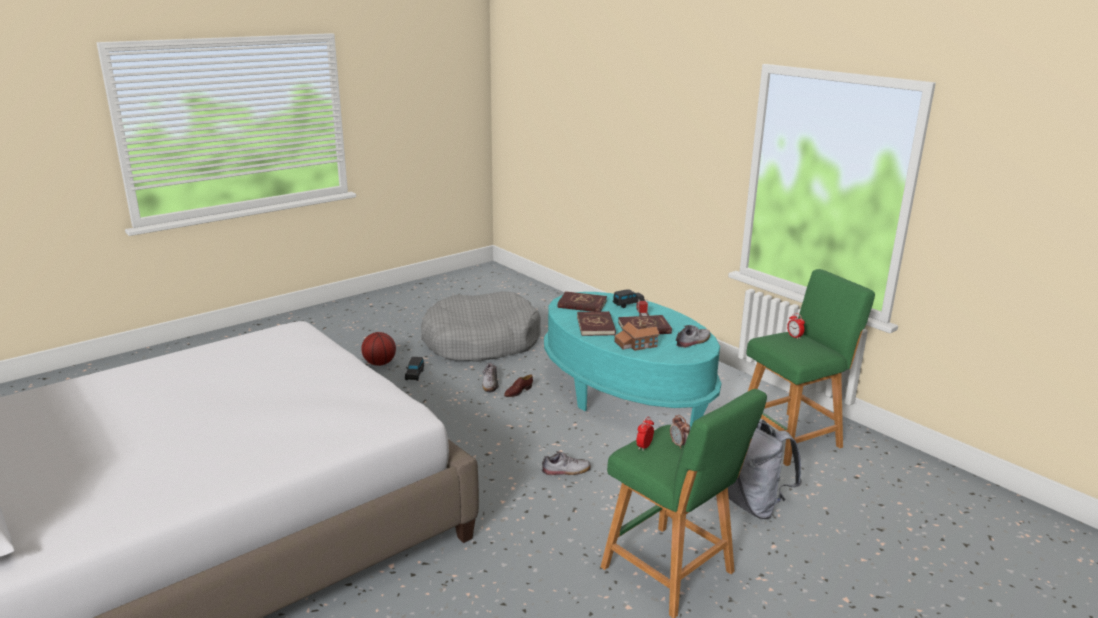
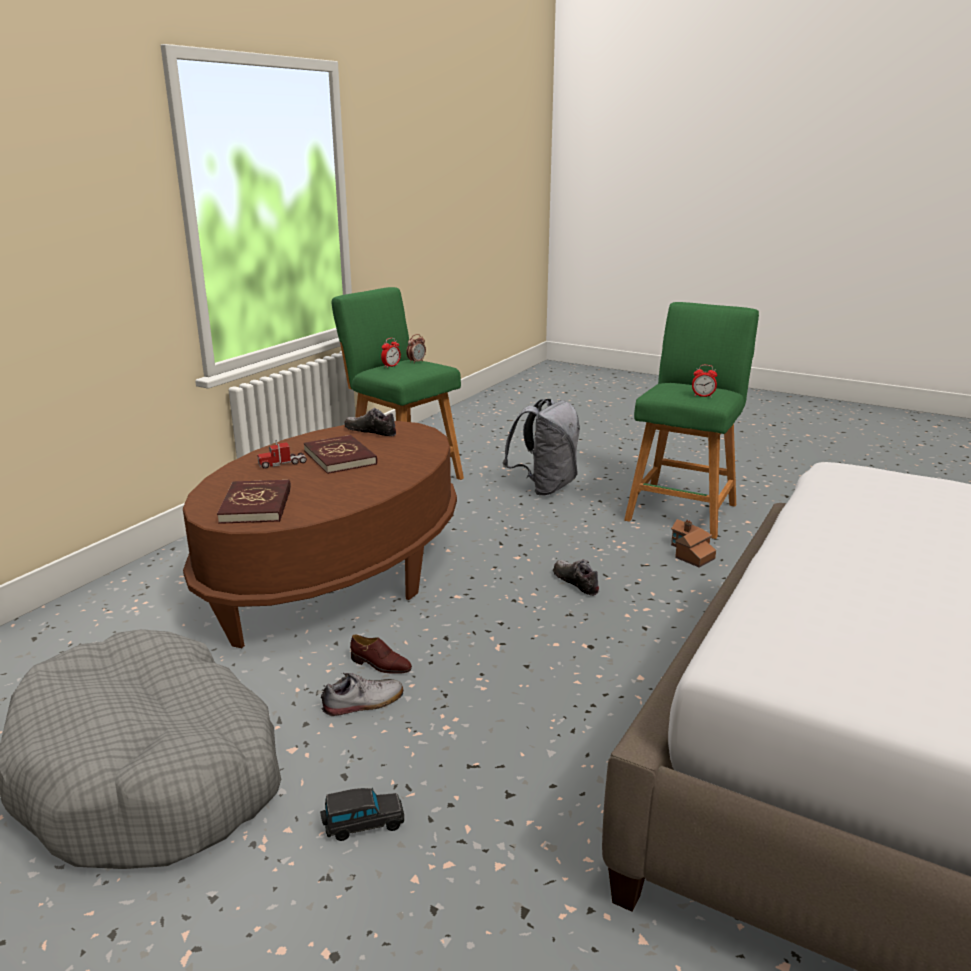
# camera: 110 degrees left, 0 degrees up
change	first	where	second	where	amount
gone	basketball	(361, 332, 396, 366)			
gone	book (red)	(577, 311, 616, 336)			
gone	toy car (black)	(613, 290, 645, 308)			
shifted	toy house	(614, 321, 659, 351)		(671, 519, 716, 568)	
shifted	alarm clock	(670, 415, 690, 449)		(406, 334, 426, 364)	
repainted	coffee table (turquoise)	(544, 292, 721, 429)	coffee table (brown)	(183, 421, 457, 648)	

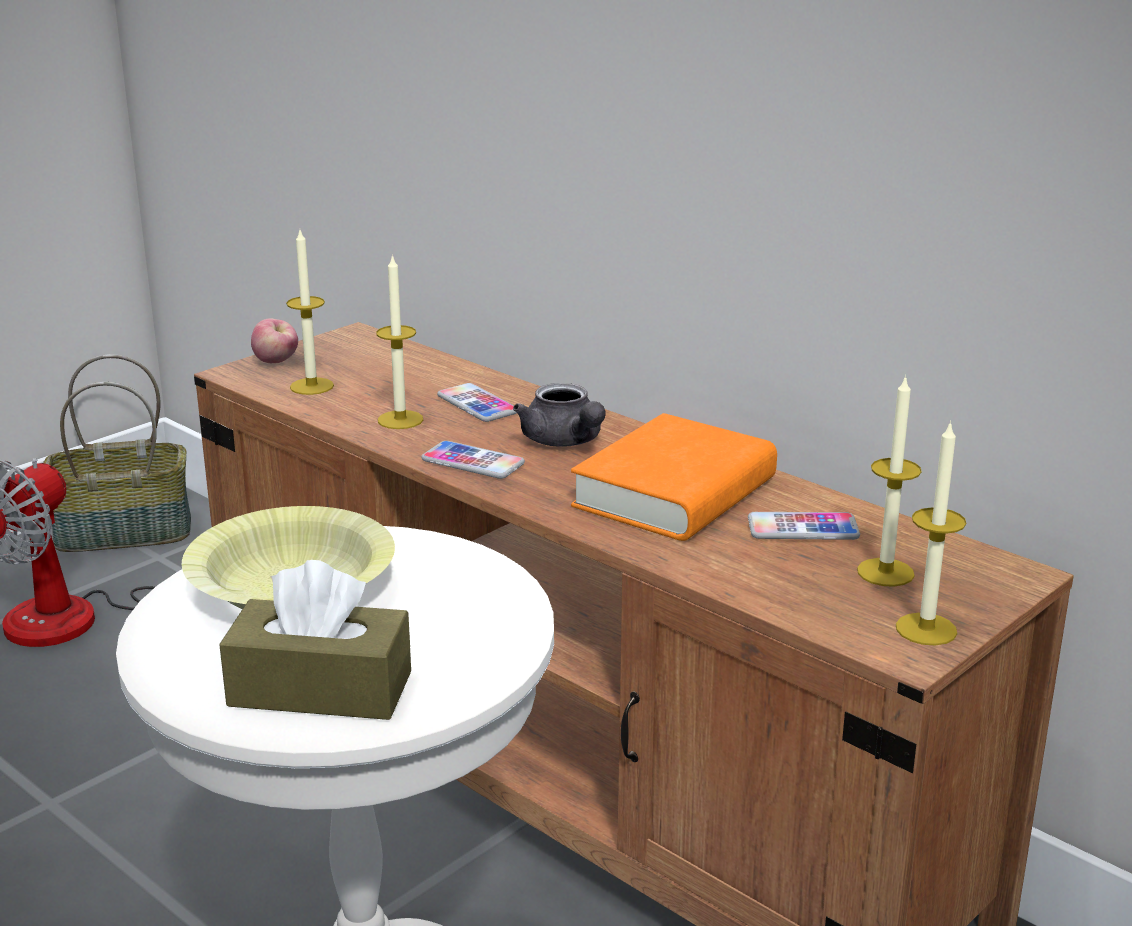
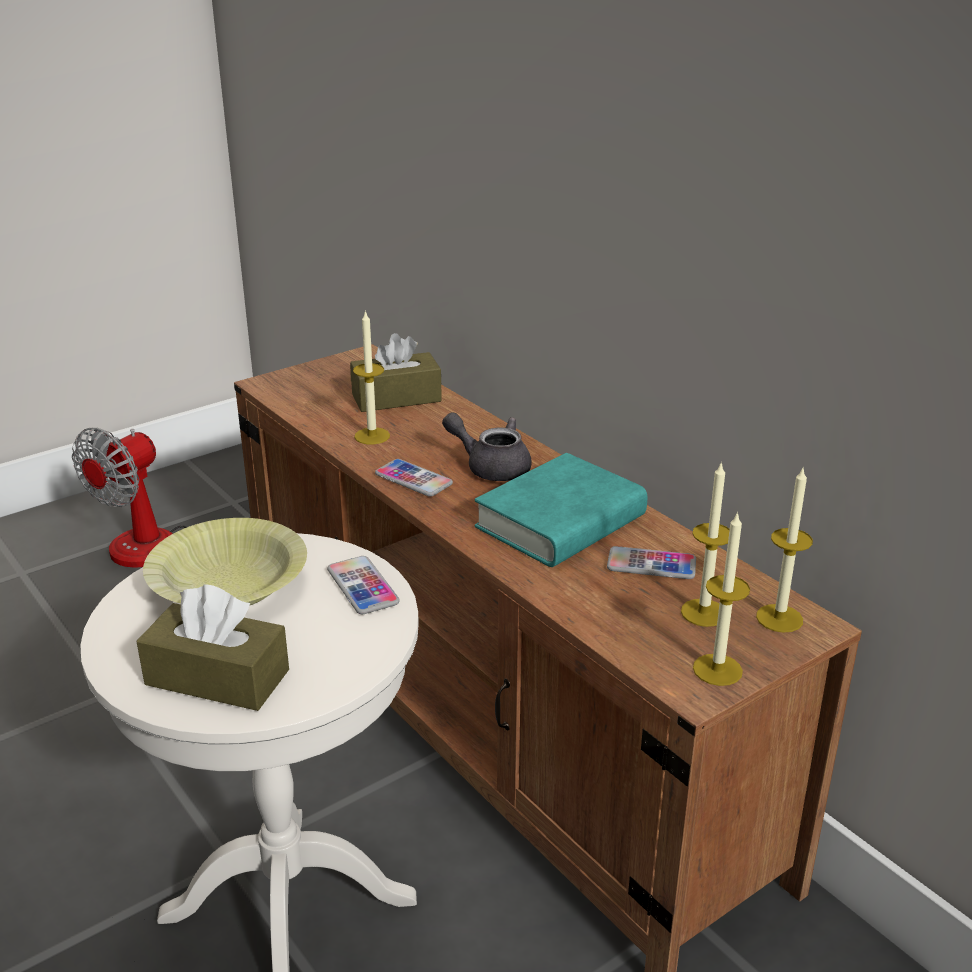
# camera: 10 degrees right, 5 degrees up
change	first	where	second	where	amount
gone	basket	(43, 354, 191, 552)			
gone	apple	(251, 318, 298, 363)			
new			tissue box (brown)	(350, 333, 442, 412)	
shifted	candle	(286, 230, 334, 395)		(756, 466, 813, 633)	
shifted	phone	(437, 383, 517, 422)		(327, 556, 400, 614)	
repainted	book (orange)	(571, 413, 777, 541)	book (turquoise)	(474, 453, 647, 567)	
rotated	teapot (grey)	(513, 383, 606, 447)		(442, 412, 532, 481)	135 degrees clockwise

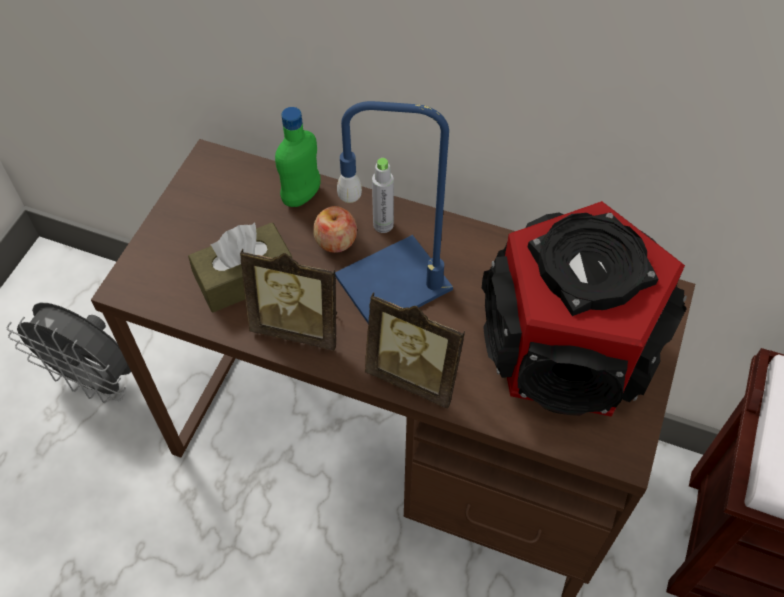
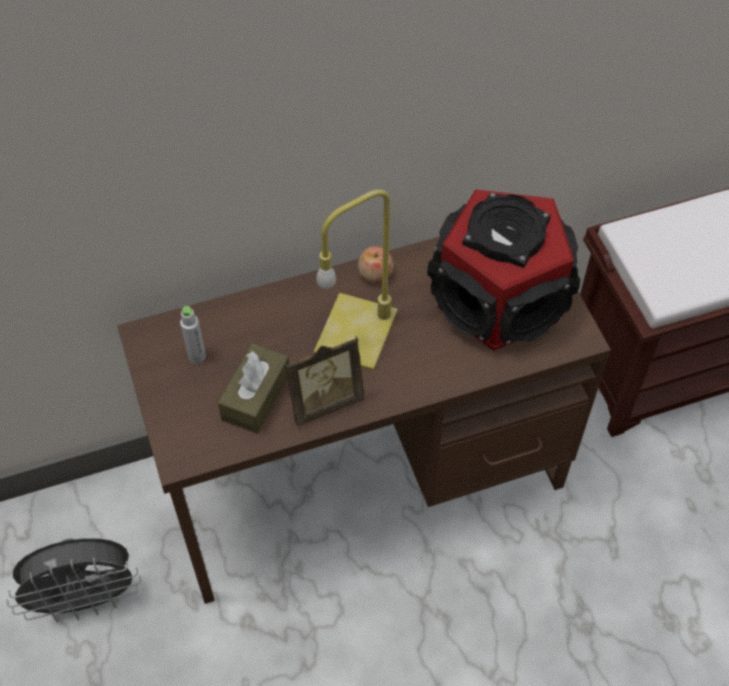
# camera: 40 degrees left, 0 degrees up
change	first	where	second	where	amount
gone	bottle (green)	(275, 107, 320, 207)			
gone	picture frame	(365, 292, 465, 409)			
shifted	apple	(313, 206, 357, 253)		(358, 246, 394, 283)	
shifted	bottle (grey)	(372, 158, 394, 233)		(180, 306, 206, 364)	
repainted	table lamp (blue)	(335, 101, 453, 323)	table lamp (yellow)	(314, 190, 398, 371)	

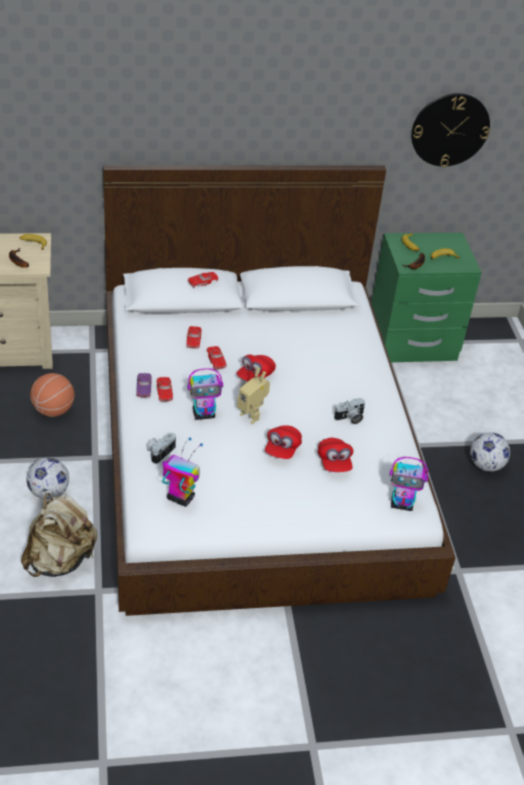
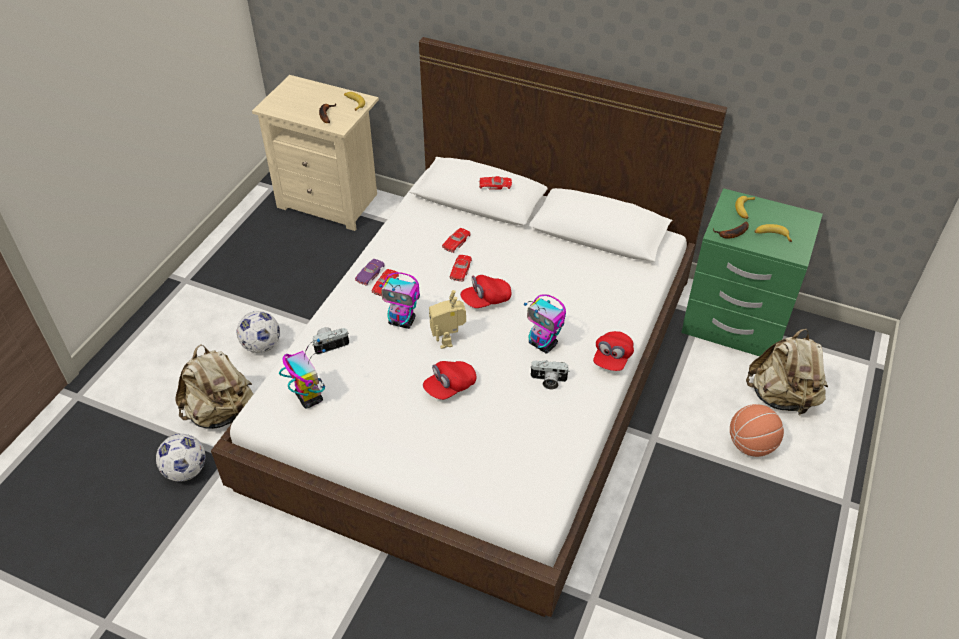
# camera: 35 degrees right, 5 degrees up
change	first	where	second	where	amount
gone	wall clock	(411, 93, 490, 167)			
new			backpack (beige)	(746, 329, 828, 417)	
shifted	basketball	(30, 373, 74, 417)		(730, 404, 784, 457)	
shifted	cap (red)	(318, 438, 353, 472)		(593, 331, 634, 371)	
shifted	toy robot	(390, 457, 428, 511)		(524, 294, 566, 353)	
shifted	football	(470, 432, 510, 472)		(156, 434, 206, 482)	

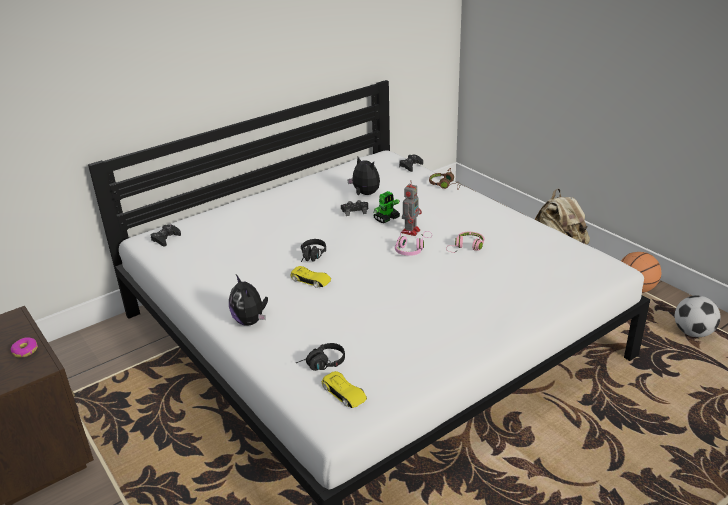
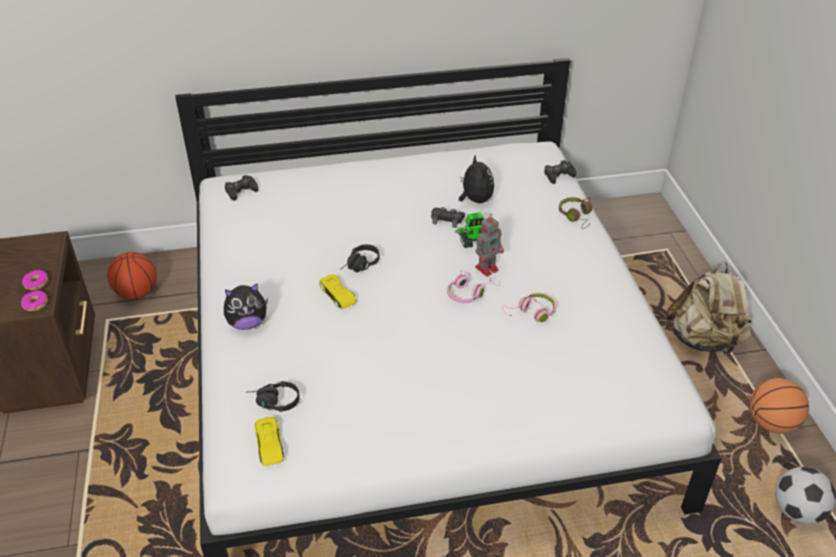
# camera: 25 degrees right, 10 degrees up
change	first	where	second	where	amount
new			donut	(21, 291, 48, 311)	
new			basketball	(107, 252, 157, 299)	
rotated	plush toy	(229, 275, 268, 326)		(224, 284, 268, 330)	105 degrees counterclockwise

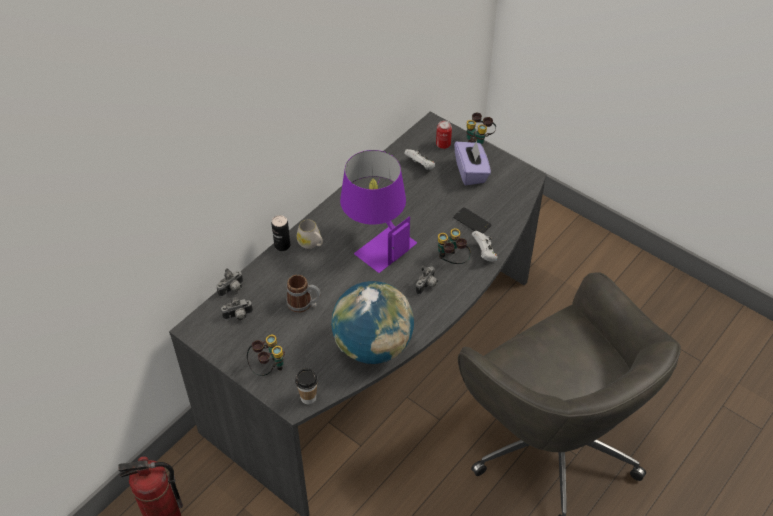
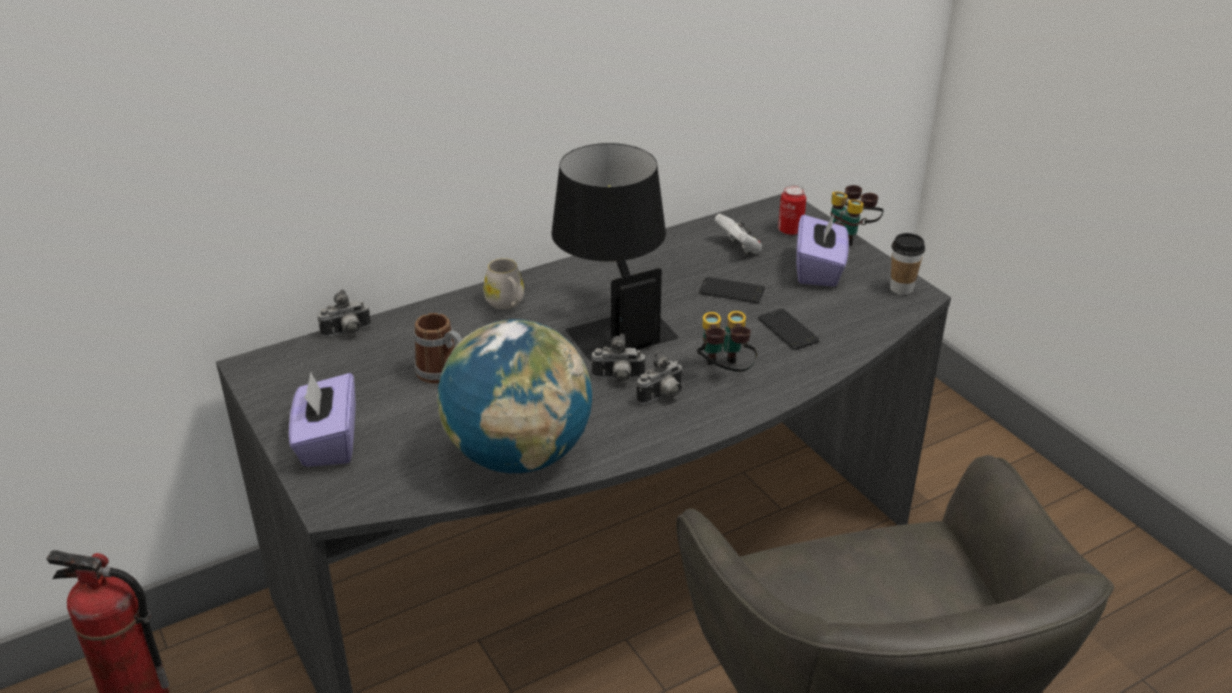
# camera: 20 degrees right, 15 degrees down
change	first	where	second	where	amount
gone	can	(272, 215, 290, 251)			
gone	game controller (white)	(472, 231, 498, 262)			
new			phone	(699, 277, 765, 303)	
shifted	photo camera	(221, 294, 253, 321)		(591, 334, 646, 382)	
shifted	cup	(295, 368, 318, 404)		(890, 233, 925, 295)	
swapped	binoculars	(247, 335, 285, 376)	tissue box (purple)	(289, 372, 356, 467)	
repainted	table lamp (purple)	(340, 150, 417, 273)	table lamp (black)	(551, 143, 678, 362)	

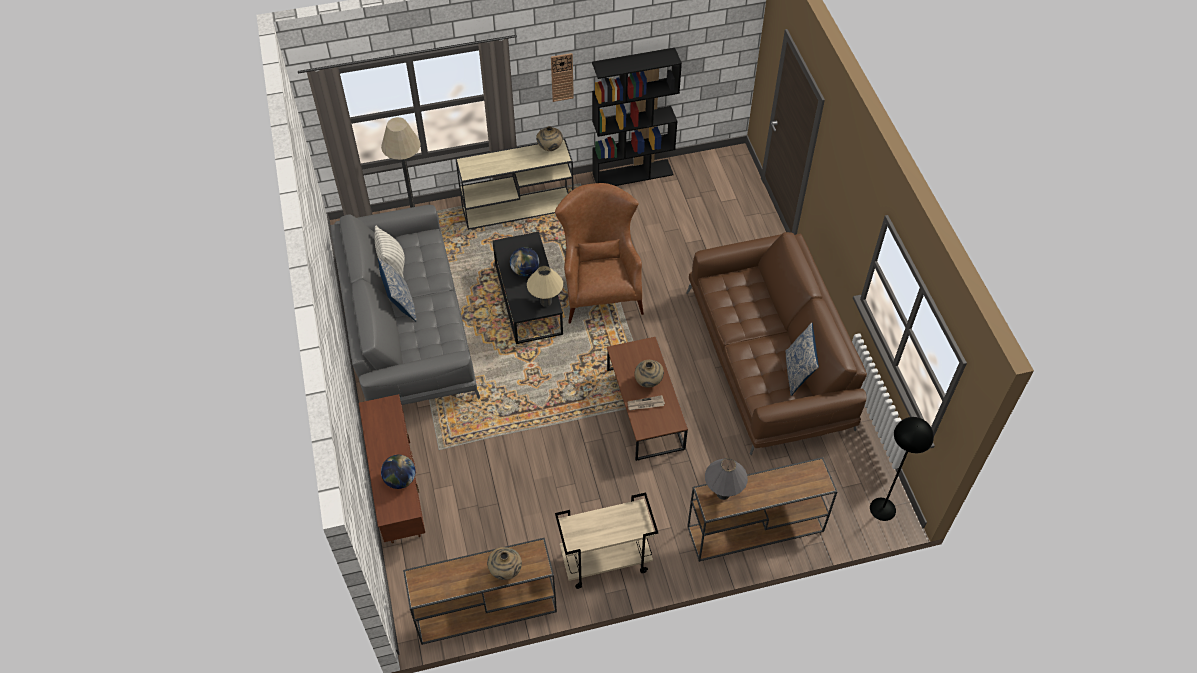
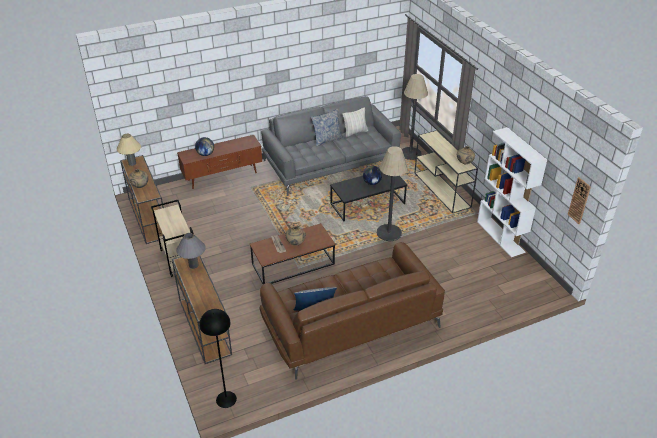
# camera: 80 degrees right, 15 degrees down
change	first	where	second	where	amount
shifted	table lamp (beige)	(527, 266, 563, 307)		(117, 134, 141, 166)	
shifted	wall clock	(551, 53, 574, 102)		(568, 177, 591, 224)	
swapped	armchair (brown)	(555, 183, 644, 323)	floor lamp	(376, 146, 408, 241)	
repainted	bookcase (black)	(592, 48, 682, 186)	bookcase (white)	(477, 127, 547, 257)	

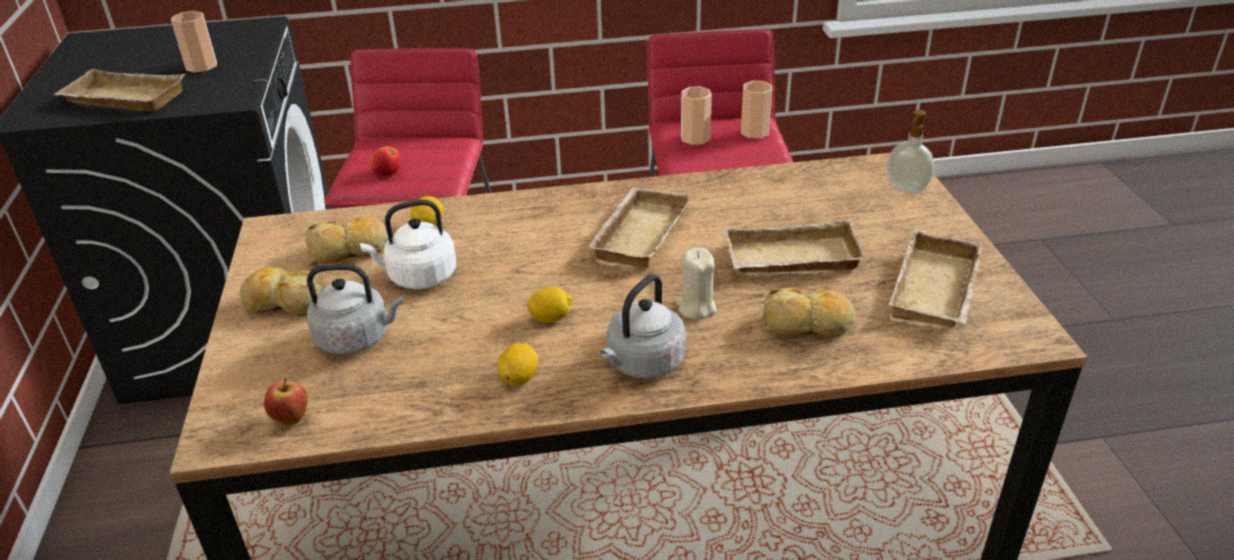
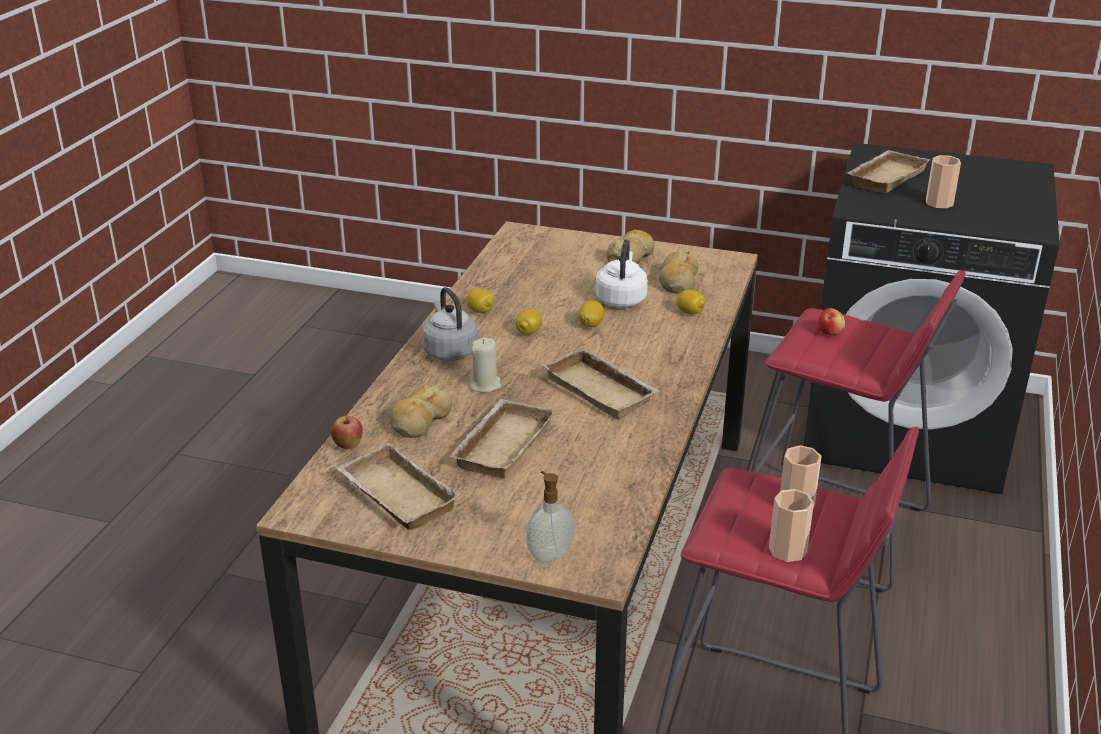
# camera: 115 degrees right, 5 degrees down
change	first	where	second	where	amount
gone	kettle (grey)	(307, 264, 404, 354)			
new			lemon	(579, 300, 604, 327)	
shifted	apple	(264, 378, 308, 426)		(331, 416, 363, 449)	

